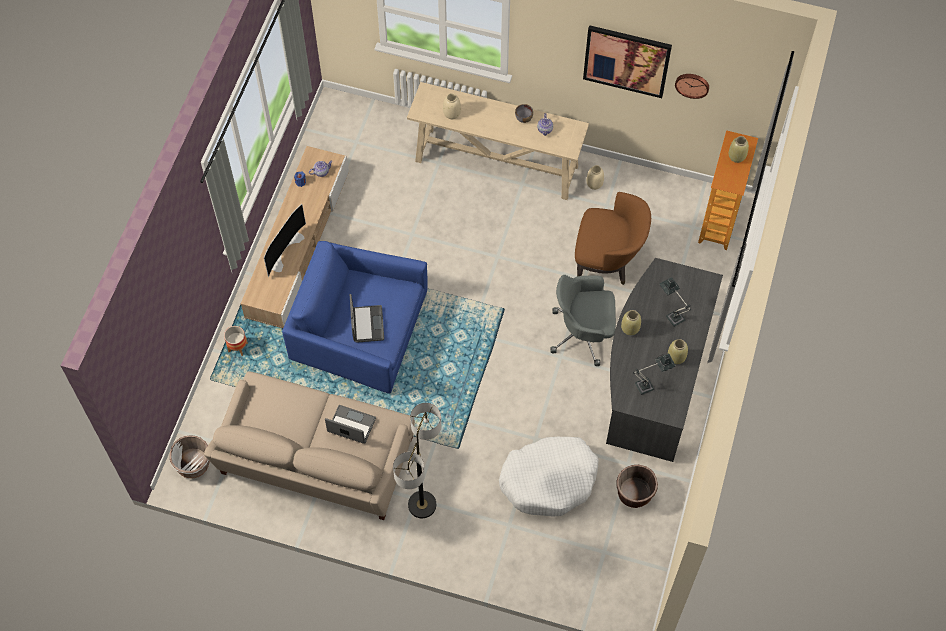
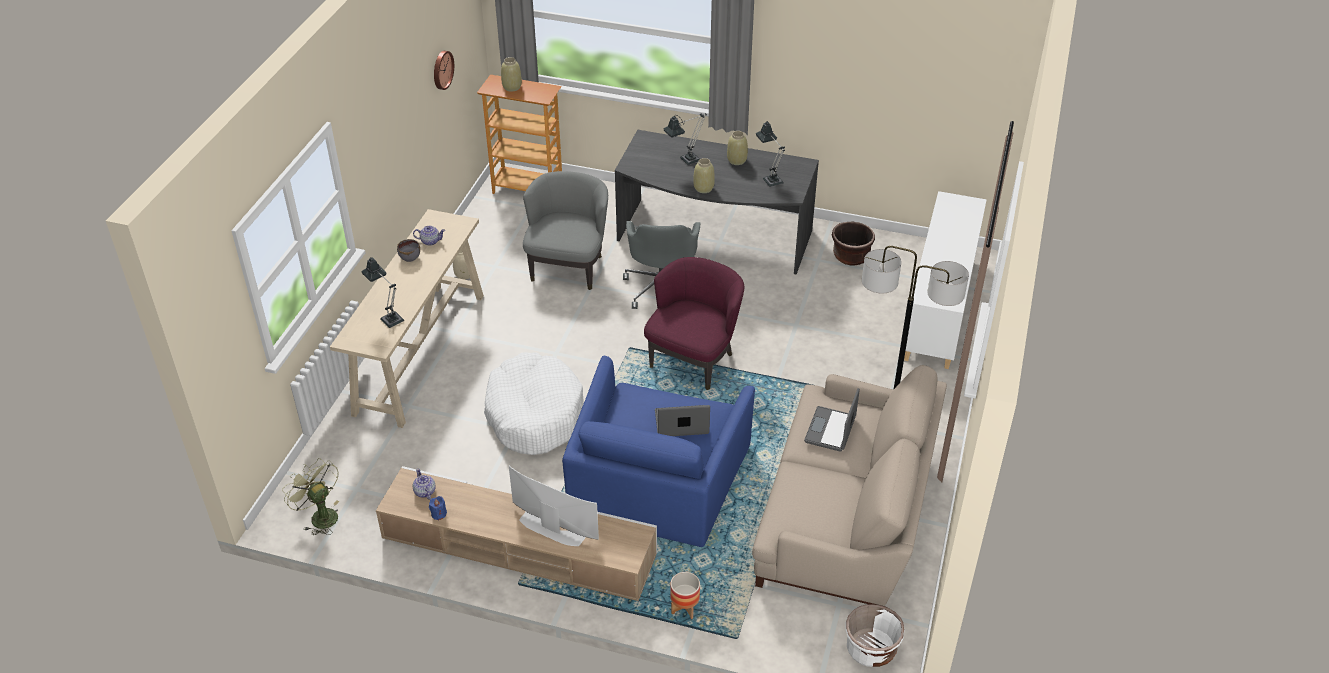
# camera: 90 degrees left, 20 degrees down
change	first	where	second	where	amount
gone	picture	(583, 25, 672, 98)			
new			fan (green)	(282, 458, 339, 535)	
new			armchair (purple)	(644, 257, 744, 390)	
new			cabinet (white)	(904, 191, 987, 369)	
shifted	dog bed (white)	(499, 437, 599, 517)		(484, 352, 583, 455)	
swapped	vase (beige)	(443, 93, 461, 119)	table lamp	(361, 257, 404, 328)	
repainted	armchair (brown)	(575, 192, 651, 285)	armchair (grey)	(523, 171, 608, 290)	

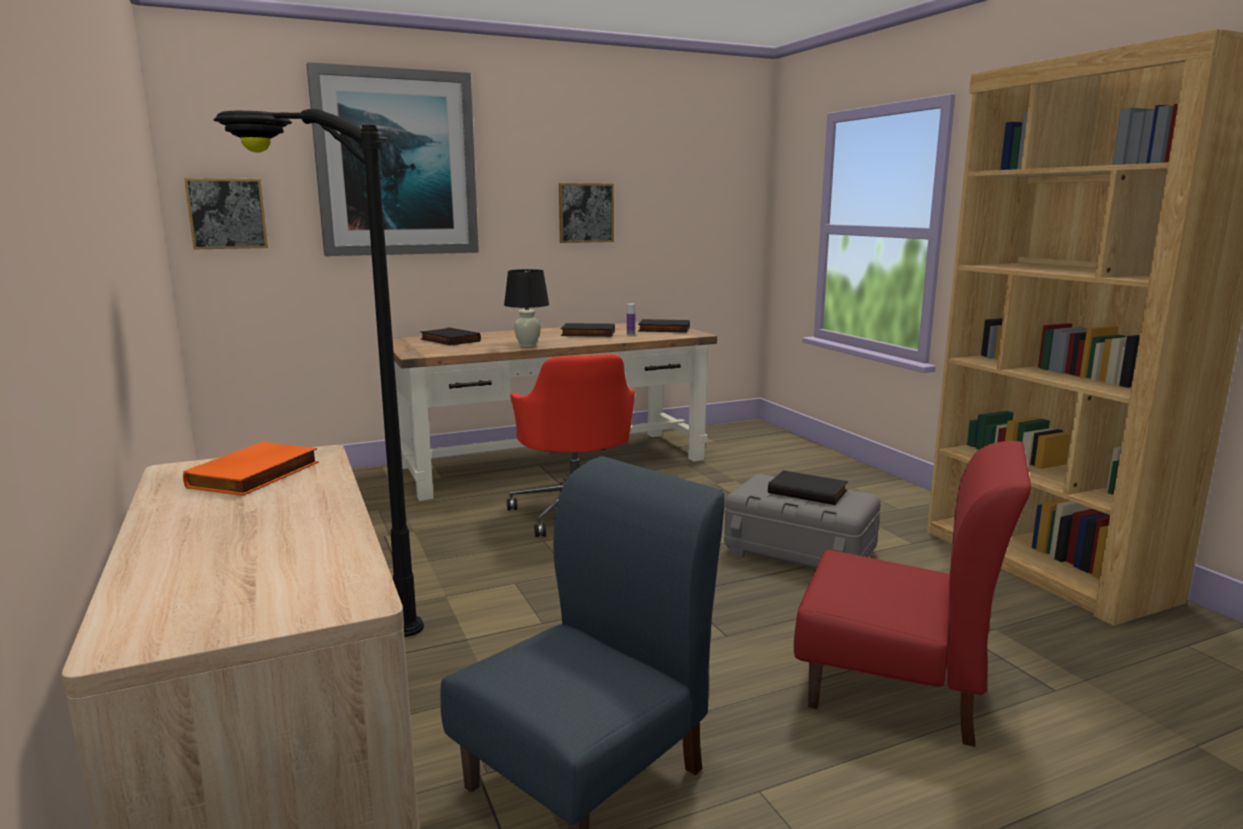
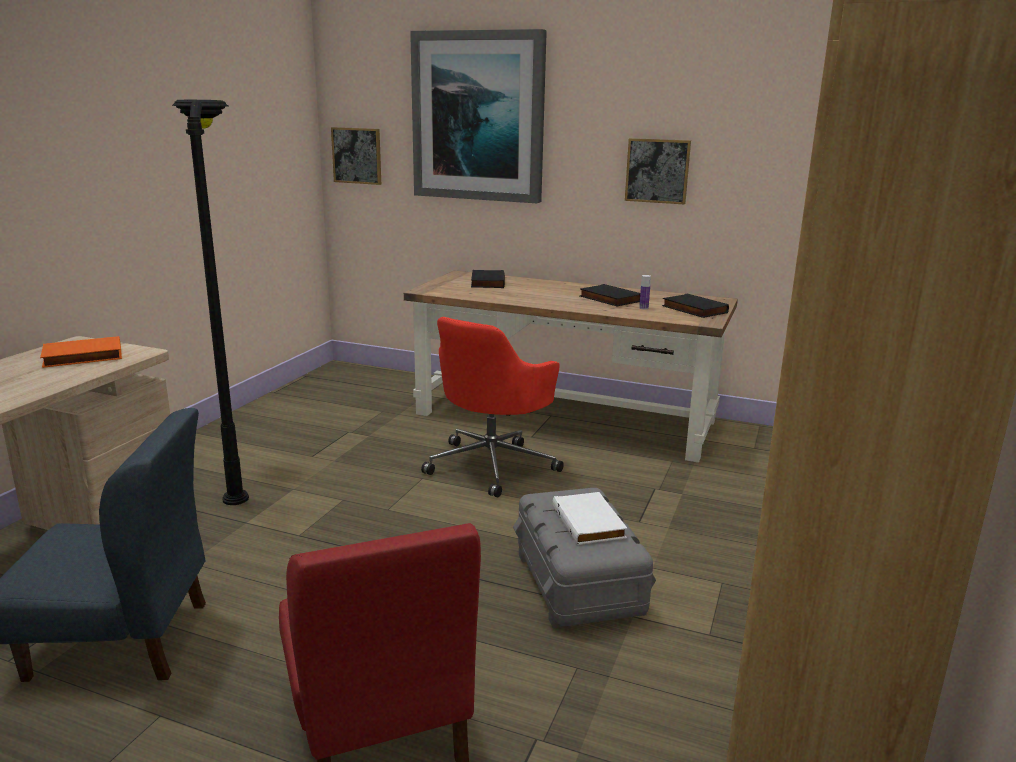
# camera: 45 degrees right, 5 degrees up
change	first	where	second	where	amount
gone	table lamp (black)	(504, 269, 549, 347)			
repainted	book (black)	(768, 470, 848, 505)	book (white)	(552, 492, 627, 545)	

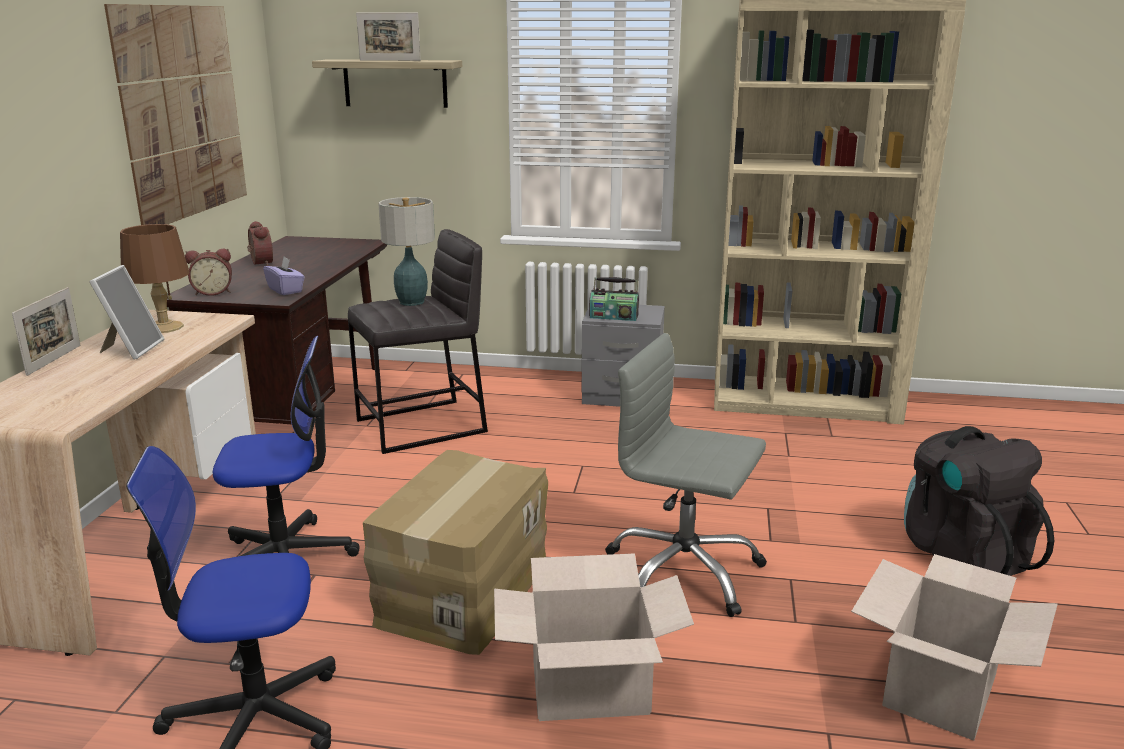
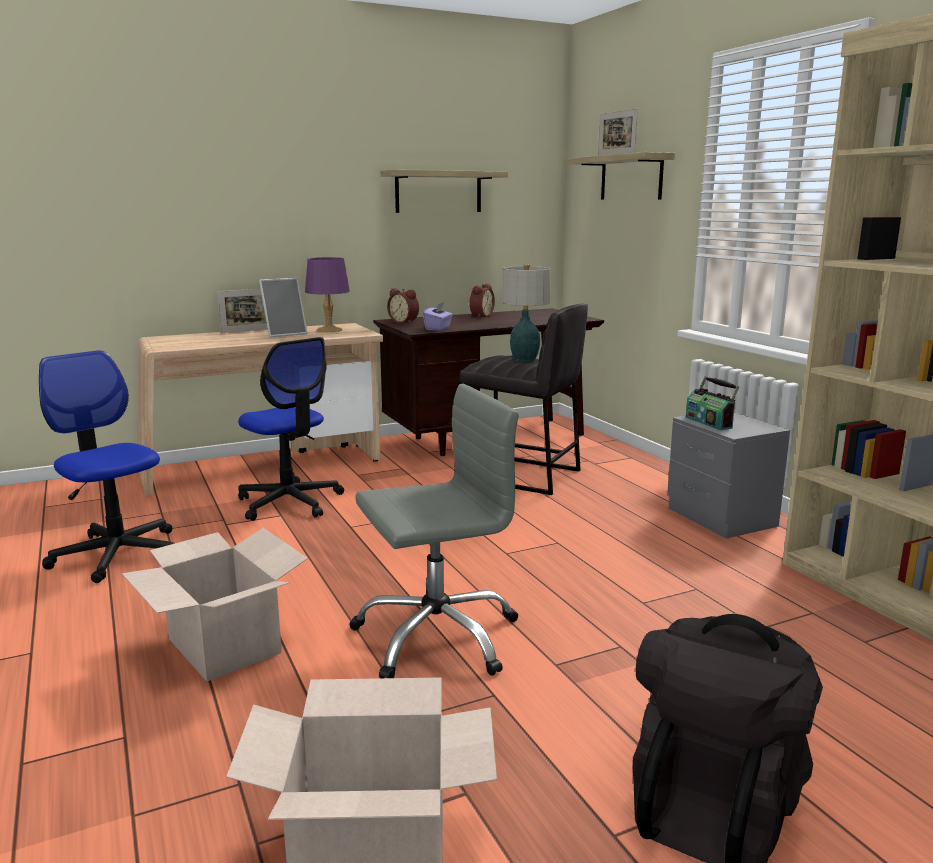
# camera: 55 degrees right, 5 degrees down
change	first	where	second	where	amount
gone	cardboard box	(363, 450, 548, 655)			
swapped	picture	(104, 4, 247, 225)	shelf	(381, 169, 508, 213)	
repainted	table lamp (brown)	(120, 224, 189, 333)	table lamp (purple)	(305, 257, 350, 332)	
rotated	office chair (grey)	(605, 333, 767, 617)		(349, 384, 519, 678)	75 degrees clockwise

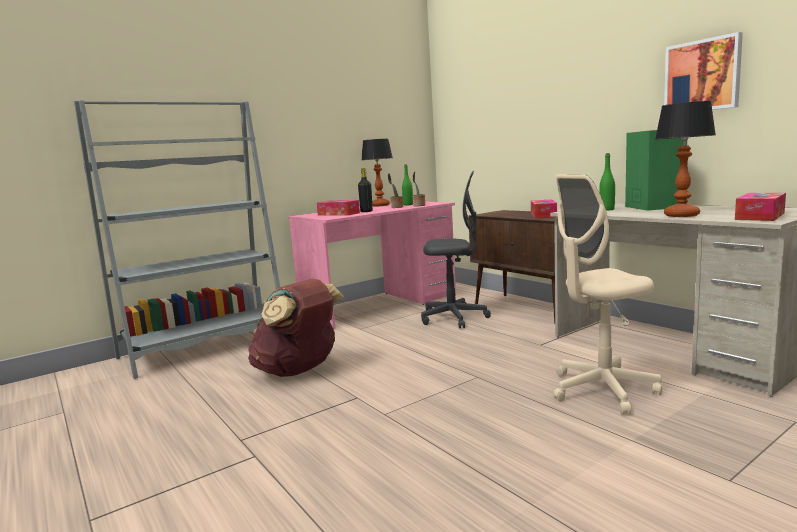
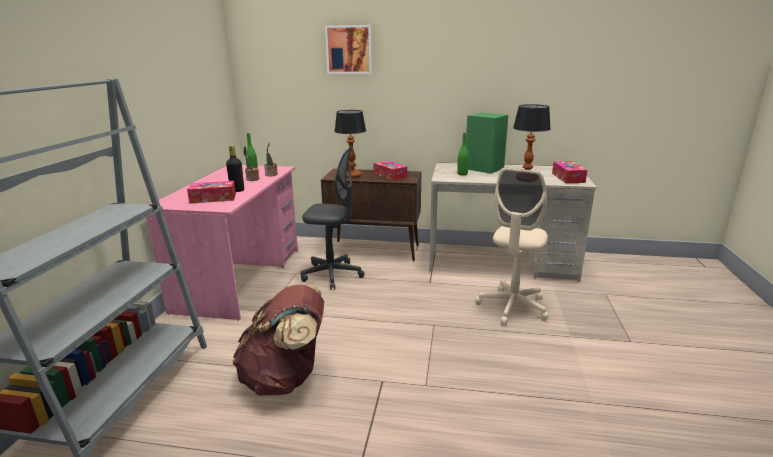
# camera: 45 degrees left, 10 degrees up
change	first	where	second	where	amount
shifted	table lamp	(361, 139, 393, 206)		(334, 110, 366, 178)	
shifted	picture	(664, 32, 743, 110)		(325, 25, 372, 74)	
rotated	office chair (grey)	(421, 171, 491, 329)		(301, 146, 365, 290)	45 degrees clockwise

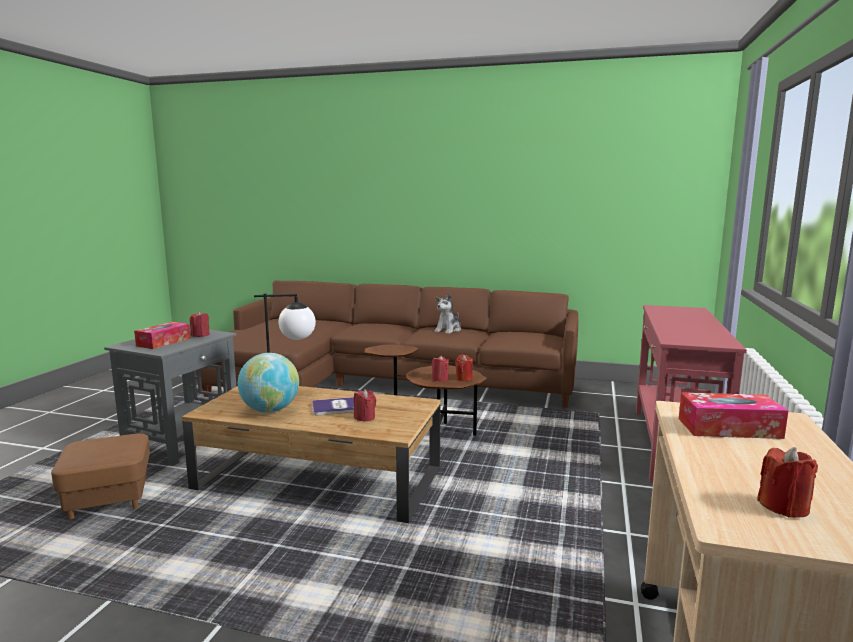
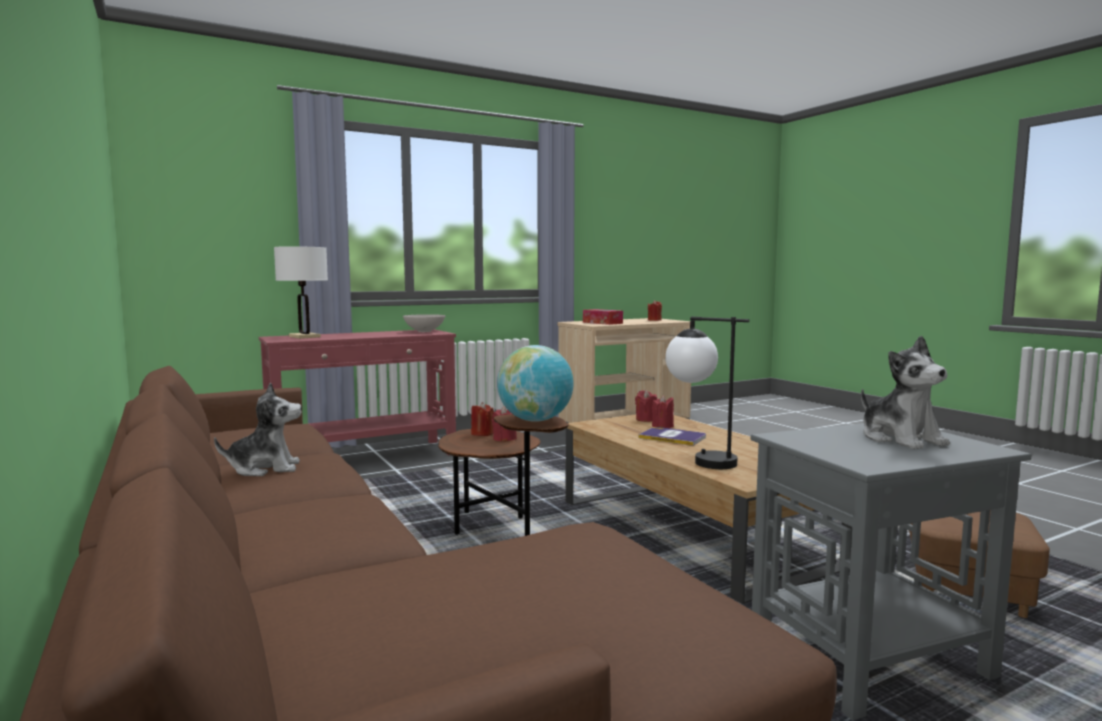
# camera: 135 degrees left, 5 degrees down
change	first	where	second	where	amount
new			table lamp (white)	(274, 246, 328, 339)	
new			bowl (white)	(403, 314, 445, 332)	
shifted	candle (red)	(190, 311, 210, 337)		(635, 390, 657, 422)	
shifted	globe	(238, 353, 299, 413)		(497, 345, 574, 422)	
swapped	tissue box	(134, 322, 191, 349)	plush toy	(861, 336, 950, 449)	

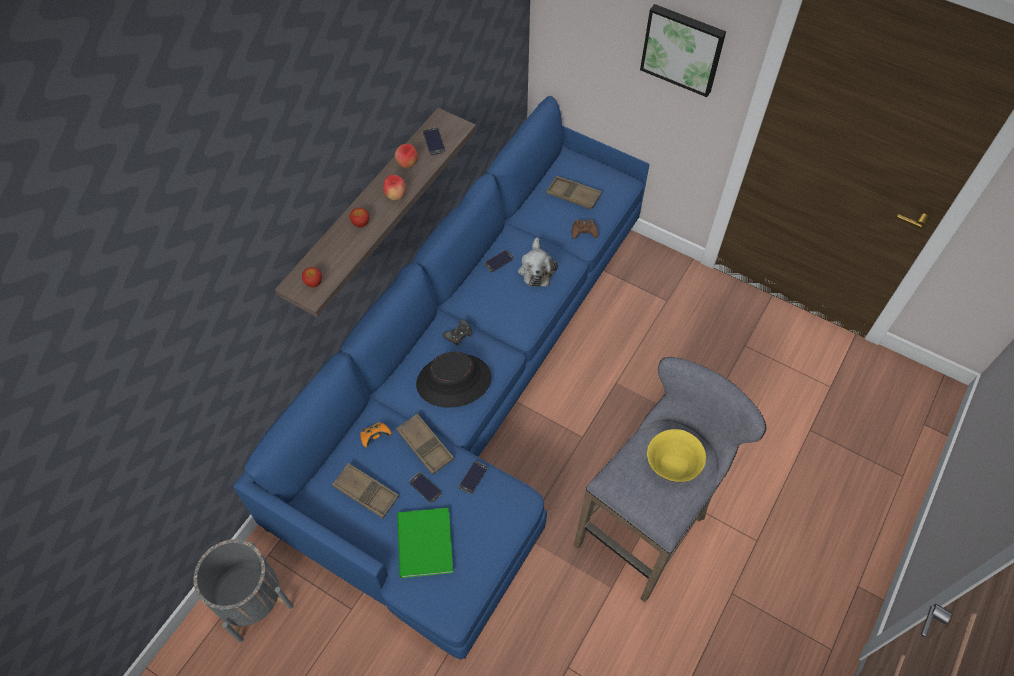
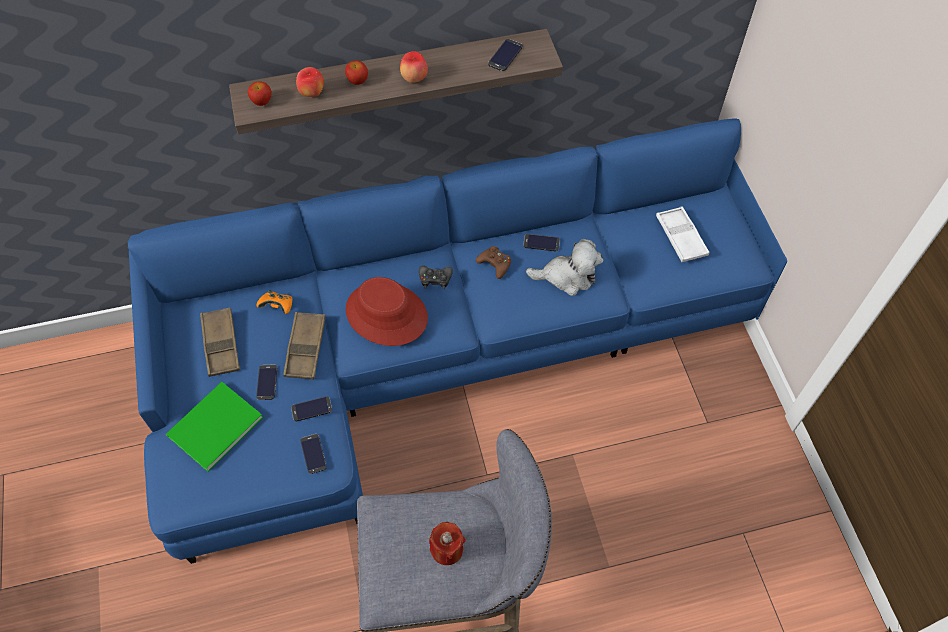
# camera: 45 degrees right, 0 degrees up
change	first	where	second	where	amount
gone	planter (grey)	(193, 539, 293, 643)			
gone	picture	(640, 4, 726, 97)			
new			phone	(300, 434, 327, 474)	
shifted	apple	(395, 144, 418, 168)		(296, 67, 324, 97)	
shifted	game controller (brown)	(572, 219, 598, 239)		(476, 246, 511, 279)	
swapped	bowl (yellow)	(647, 429, 706, 482)	candle (red)	(429, 522, 466, 565)	
repainted	hat (black)	(416, 352, 492, 408)	hat (red)	(345, 277, 428, 346)	
repainted	tray (brown)	(546, 176, 602, 209)	tray (white)	(656, 206, 709, 262)	
rotated	plush toy	(518, 237, 558, 287)		(526, 239, 603, 296)	135 degrees counterclockwise

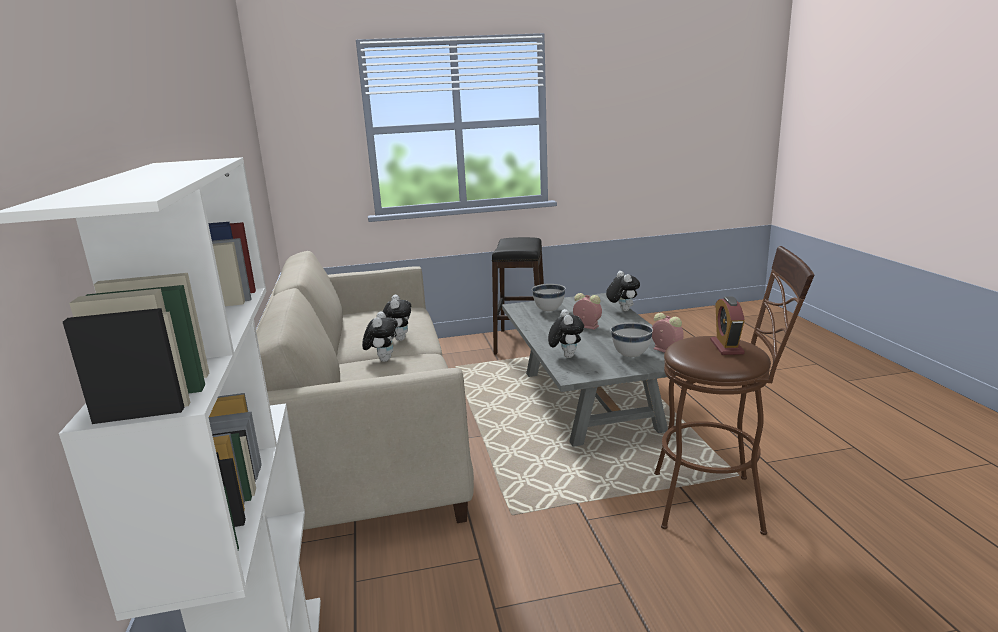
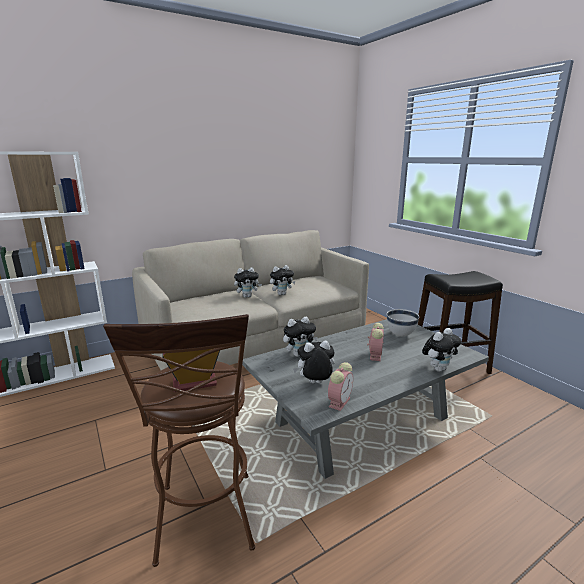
# camera: 70 degrees right, 0 degrees up
change	first	where	second	where	amount
swapped	bowl (white)	(611, 322, 653, 357)	plush toy	(293, 341, 335, 383)	

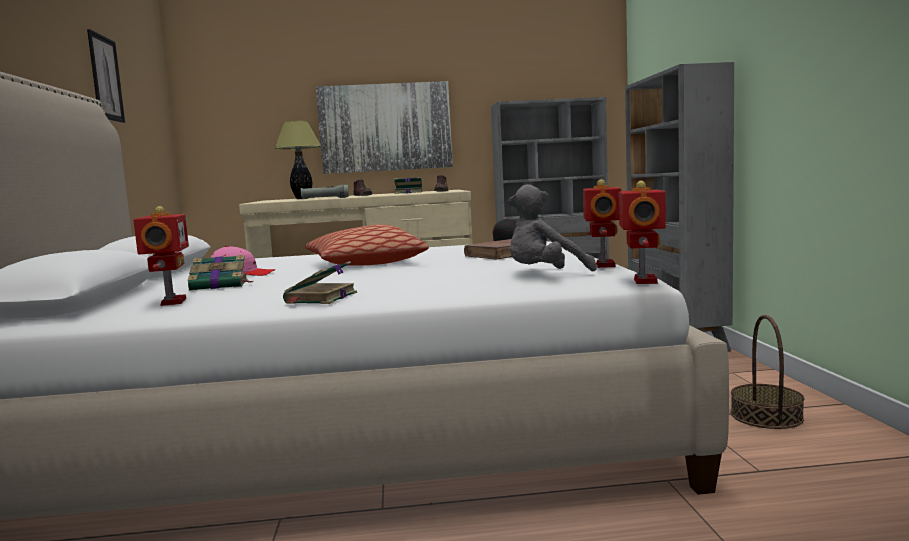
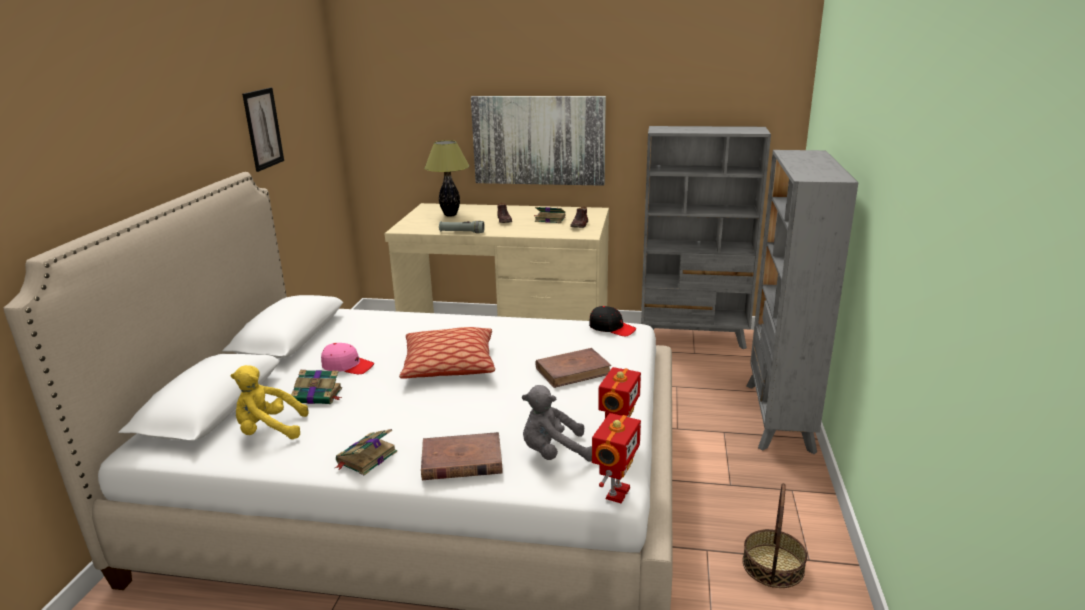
# camera: 15 degrees right, 15 degrees up
change	first	where	second	where	amount
new			book (brown)	(421, 432, 503, 480)	
swapped	toy robot	(133, 206, 189, 306)	plush toy (yellow)	(231, 365, 309, 439)	

